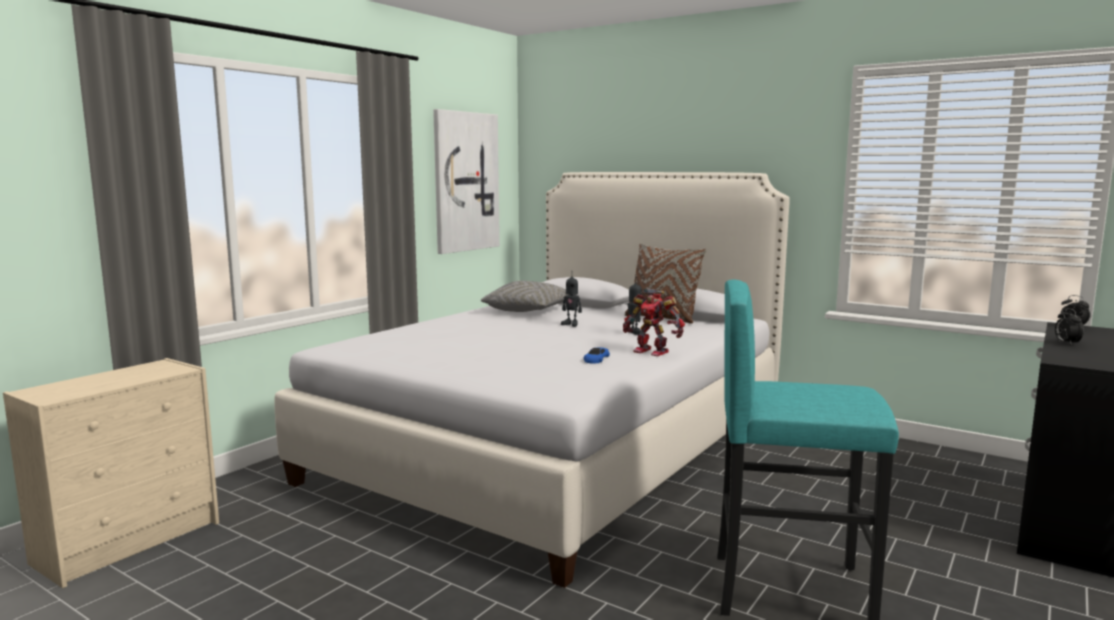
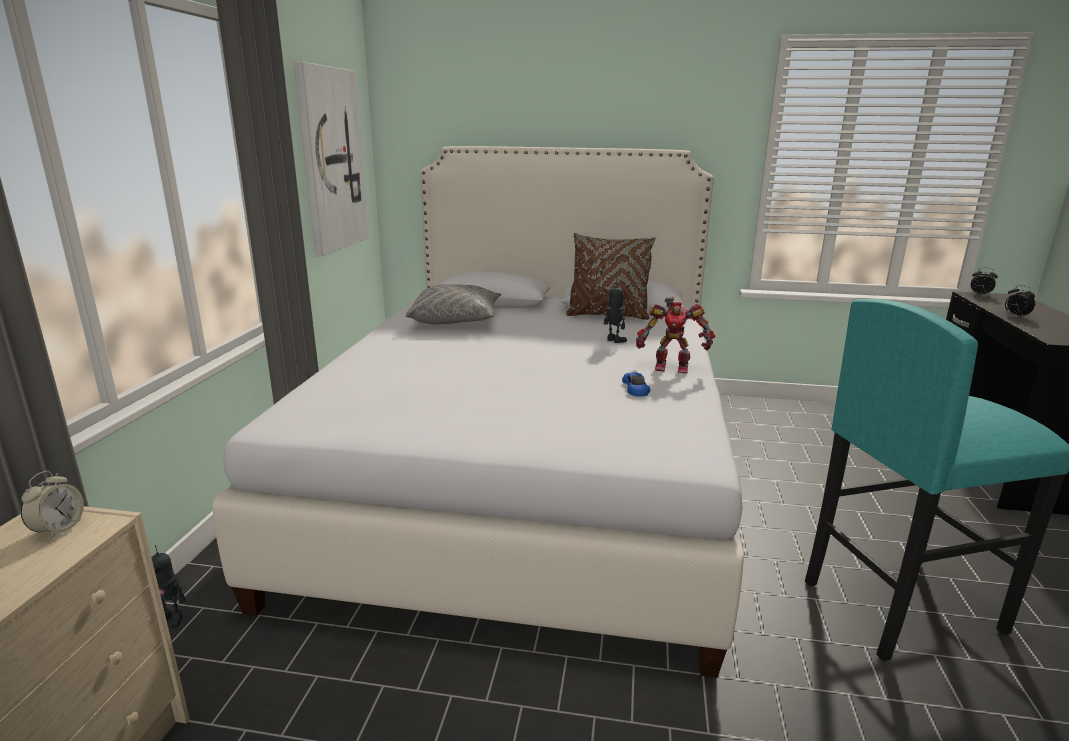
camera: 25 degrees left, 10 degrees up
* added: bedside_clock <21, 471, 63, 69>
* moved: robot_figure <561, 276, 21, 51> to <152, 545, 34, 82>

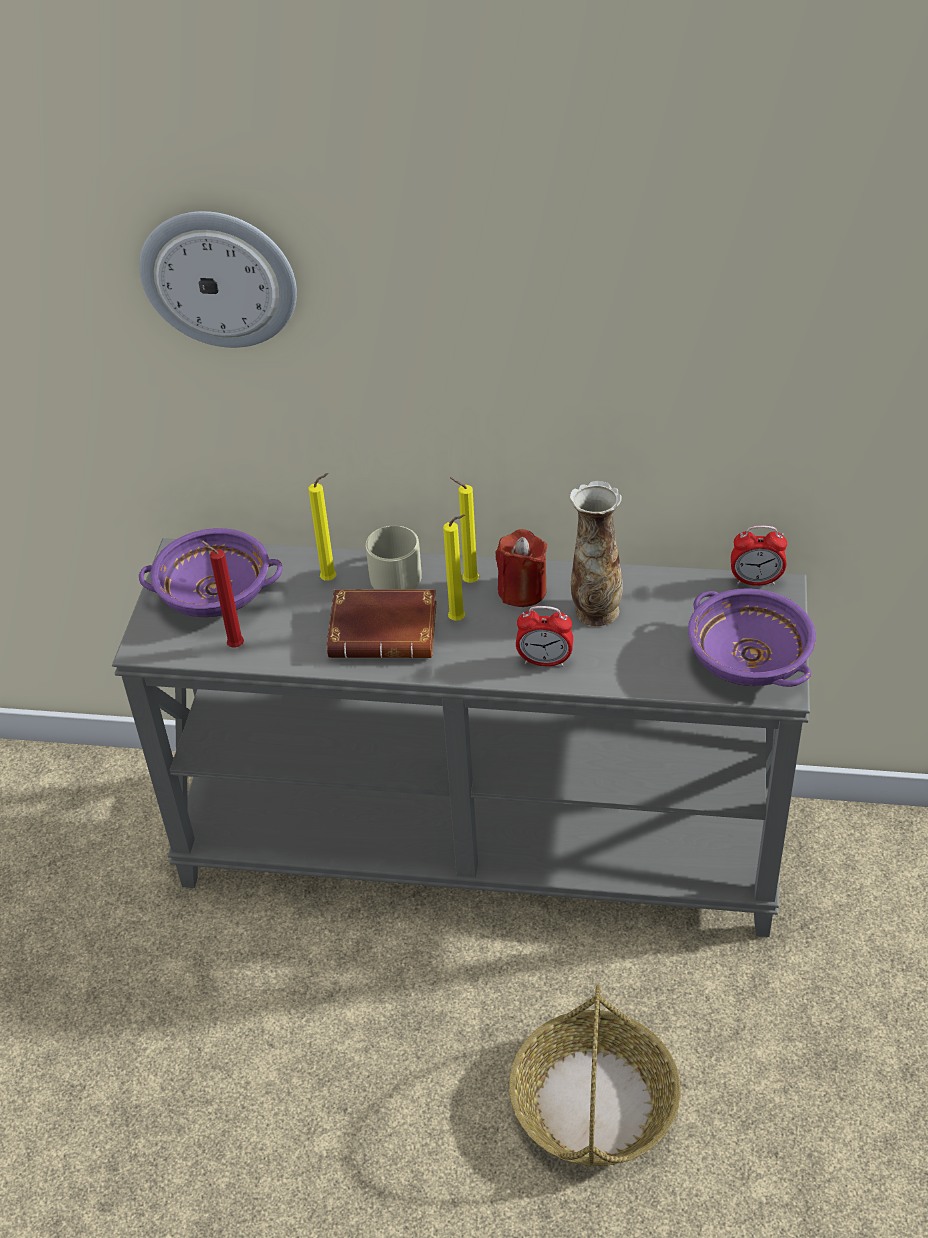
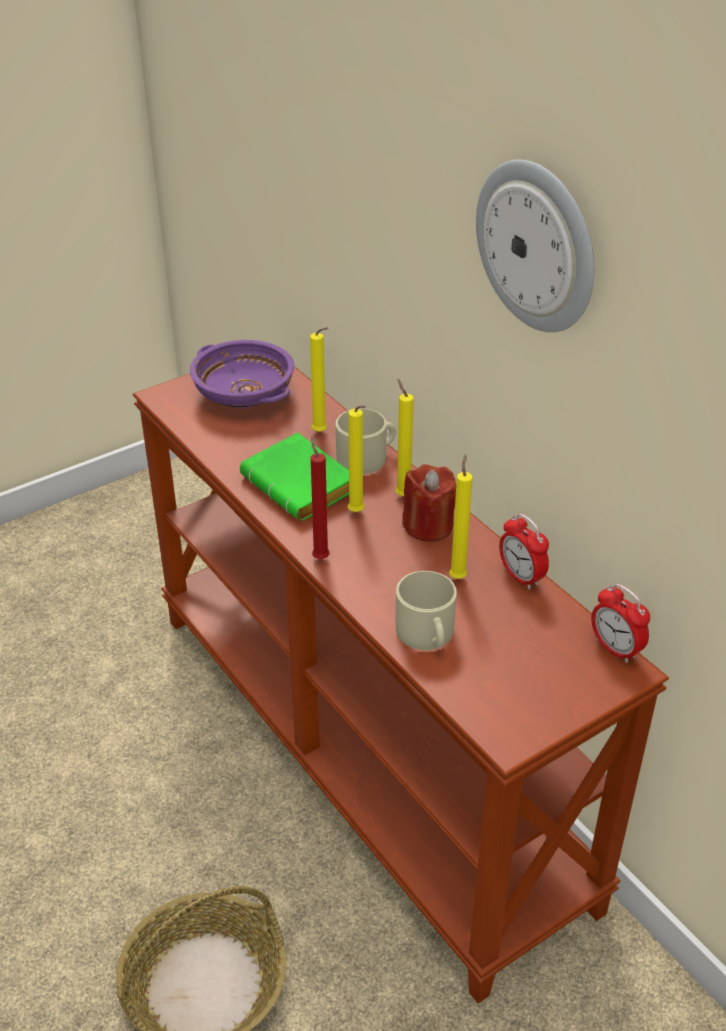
camera: 45 degrees right, 5 degrees down
* removed: purple-coloured_bowl <688, 588, 128, 99>
* added: beige-coloured_mug <395, 571, 62, 79>
* moved: clock_on_the_wall <139, 211, 158, 137> to <476, 159, 118, 173>
* moved: reddish_candle <200, 540, 44, 108> to <311, 437, 19, 122>
* moved: bedside_clock <516, 606, 57, 61> to <499, 513, 50, 77>
* replaced: decorative_vase <570, 481, 53, 145> to yellow-coloured_candle <449, 454, 24, 125>
* recoloured: greyish_hall_table <112, 538, 698, 399> to brown-coloured_hall_table <133, 366, 536, 637>
* recoloured: brown-coloured_book <327, 589, 110, 70> to greenish_book <240, 432, 109, 89>

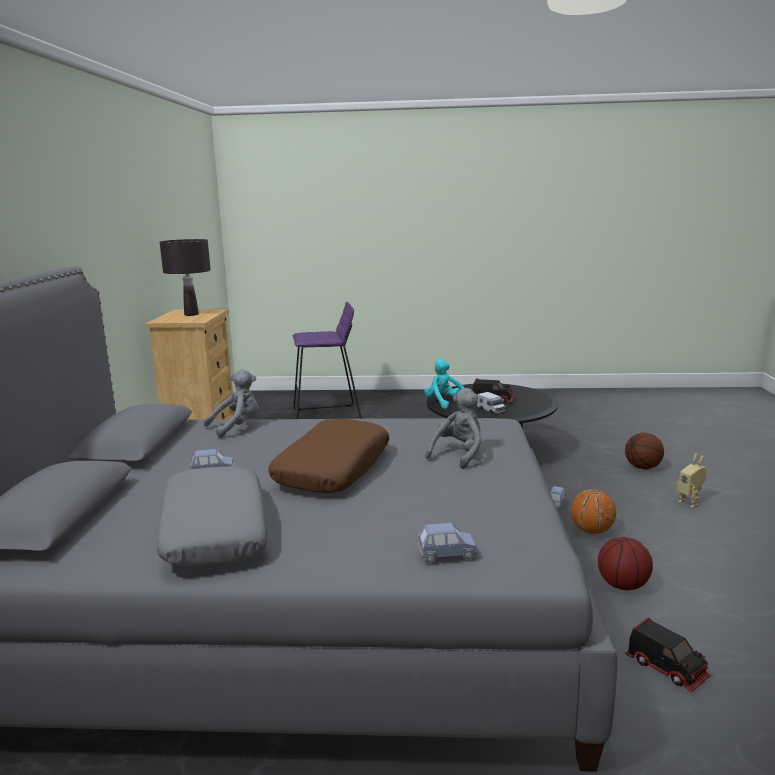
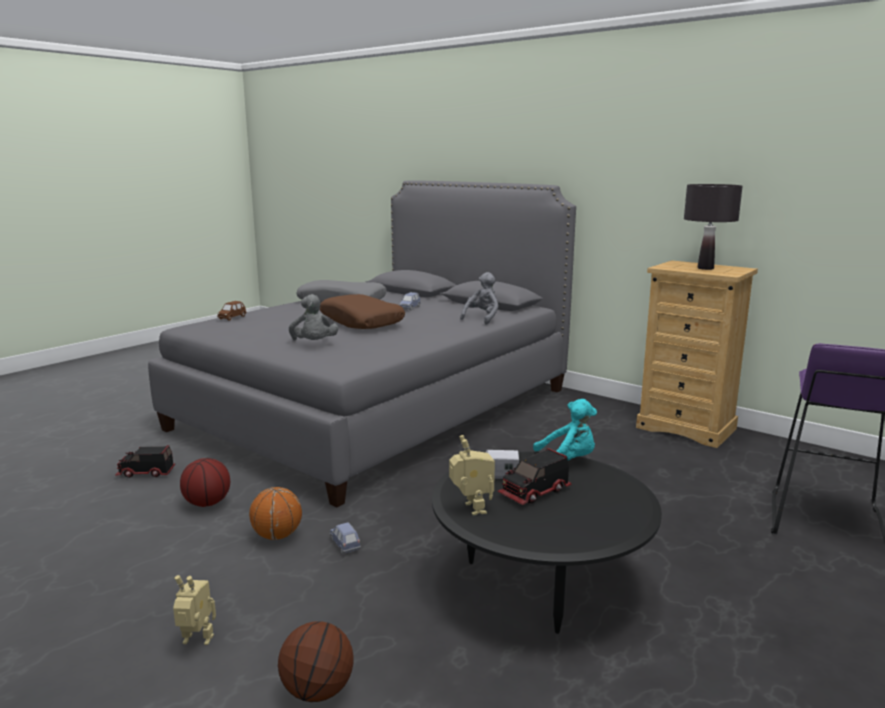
camera: 125 degrees right, 0 degrees up
* added: robot_figure <449, 435, 46, 81>
* recoloured: blue_model_car <417, 523, 61, 40> to brown-coloured_model_car <217, 301, 30, 20>
* turned: greyish_plush_toy <204, 369, 55, 69> = <460, 272, 39, 53> 150 degrees counterclockwise

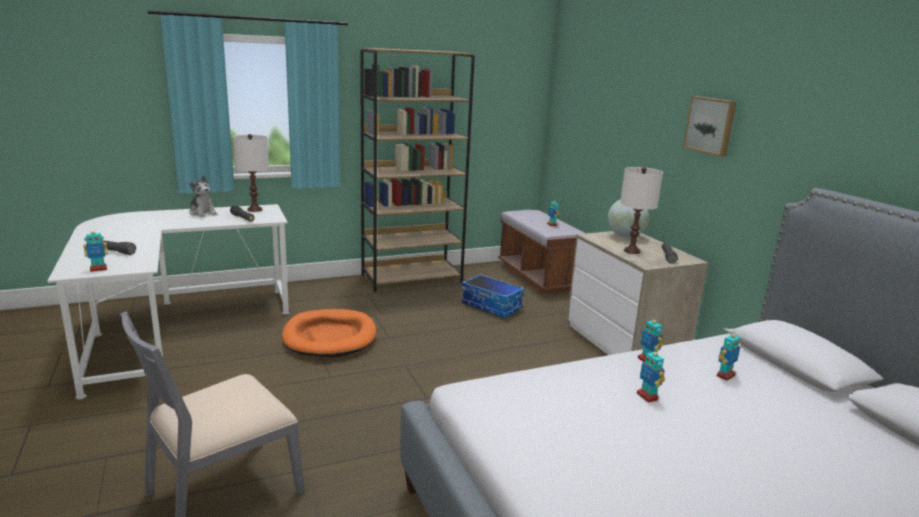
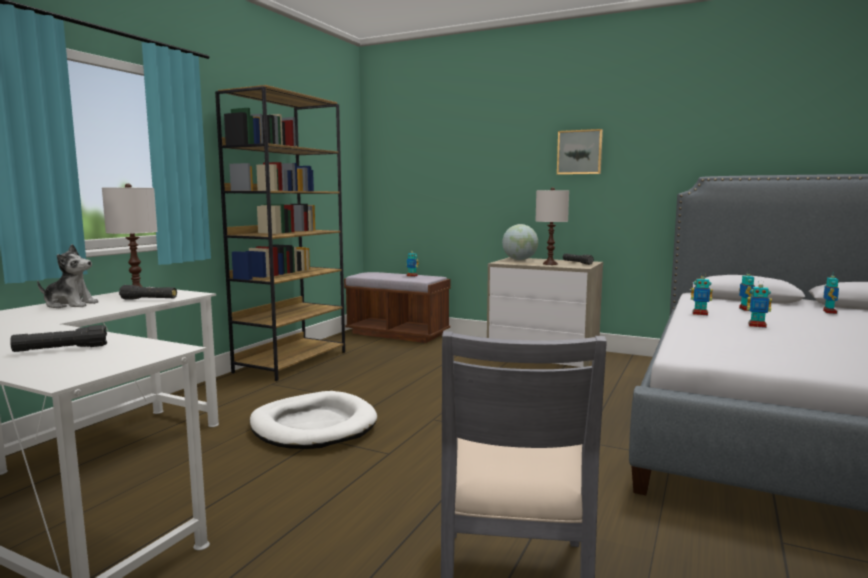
camera: 40 degrees left, 10 degrees down
* removed: storage_container <462, 274, 62, 44>
* moved: robot_figure <83, 227, 25, 45> to <823, 275, 16, 39>
* recoloured: orange_dog_cushion <282, 309, 94, 48> to whitish_dog_cushion <249, 391, 128, 58>

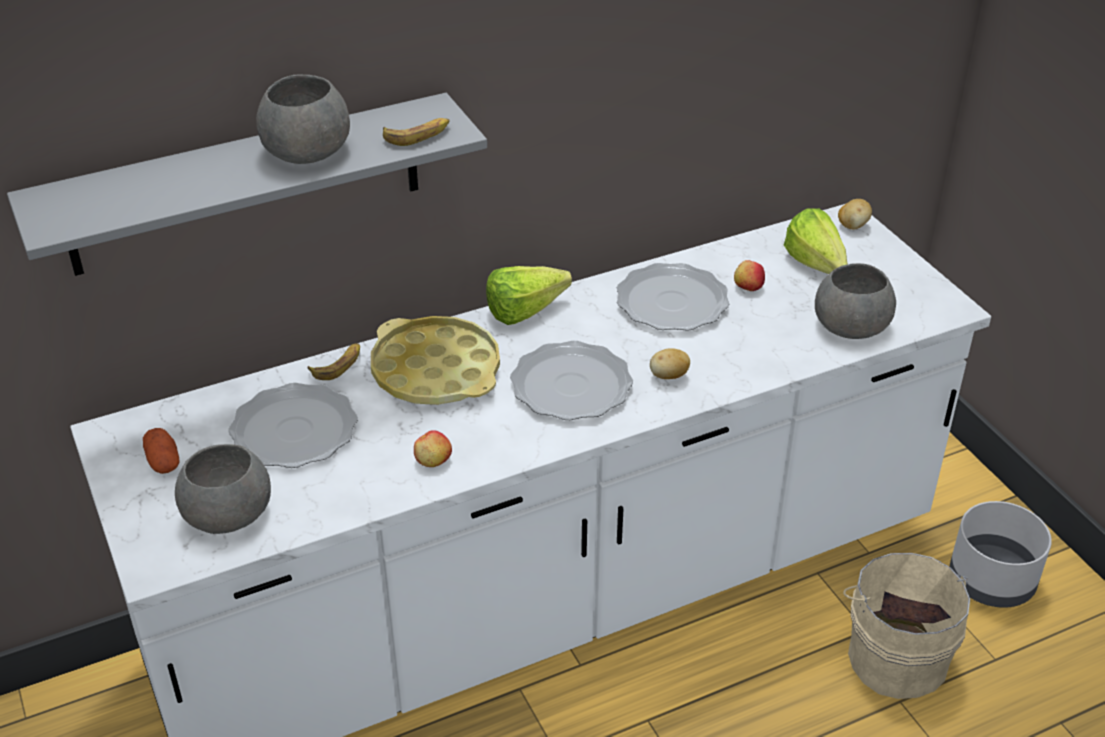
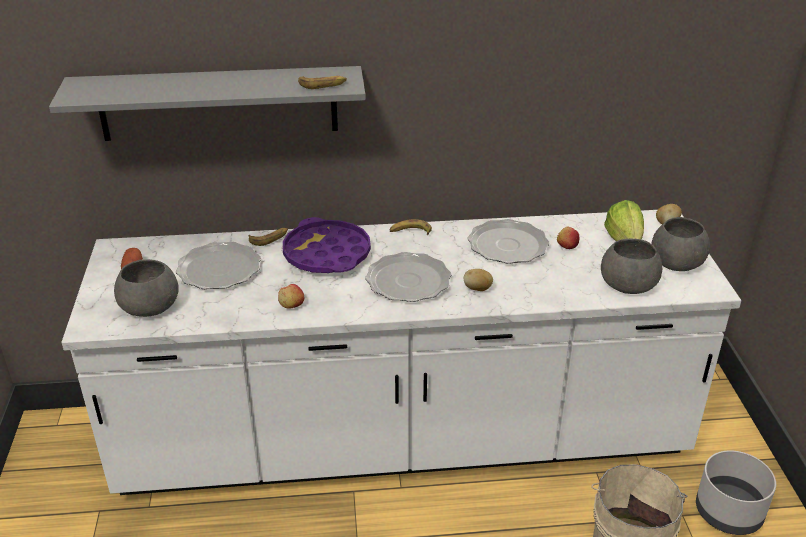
camera: 20 degrees right, 5 degrees down
* moved: greyish_bowl <256, 74, 94, 90> to <651, 217, 59, 54>
* replaced: lettuce_head <486, 266, 86, 59> to whole_banana <389, 219, 43, 16>
* recoloured: yellow-coloured_tray <371, 316, 129, 89> to purple-coloured_tray <283, 217, 88, 56>

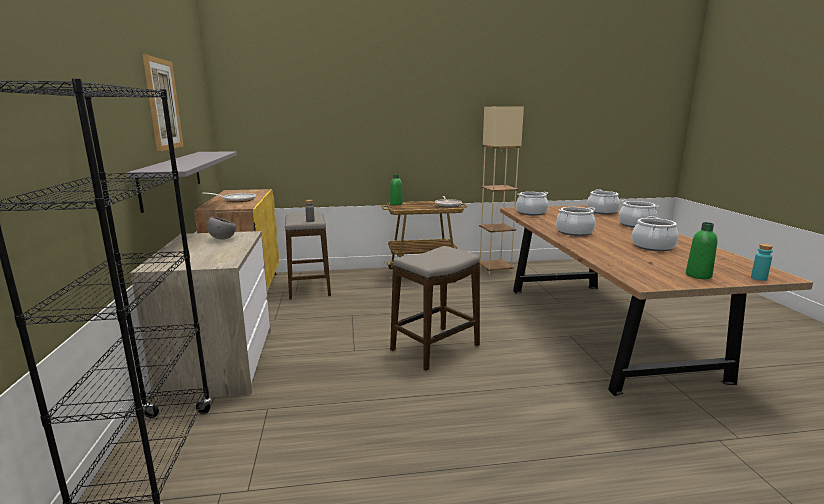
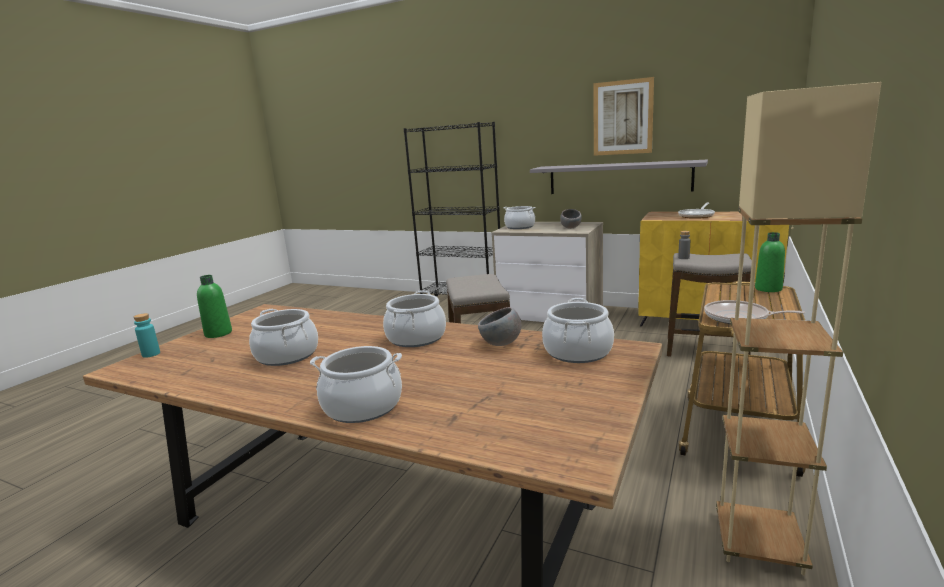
camera: 125 degrees right, 0 degrees up
* added: greyish_bowl <478, 307, 43, 39>
* moved: cooking_pot <587, 190, 33, 24> to <504, 206, 31, 23>

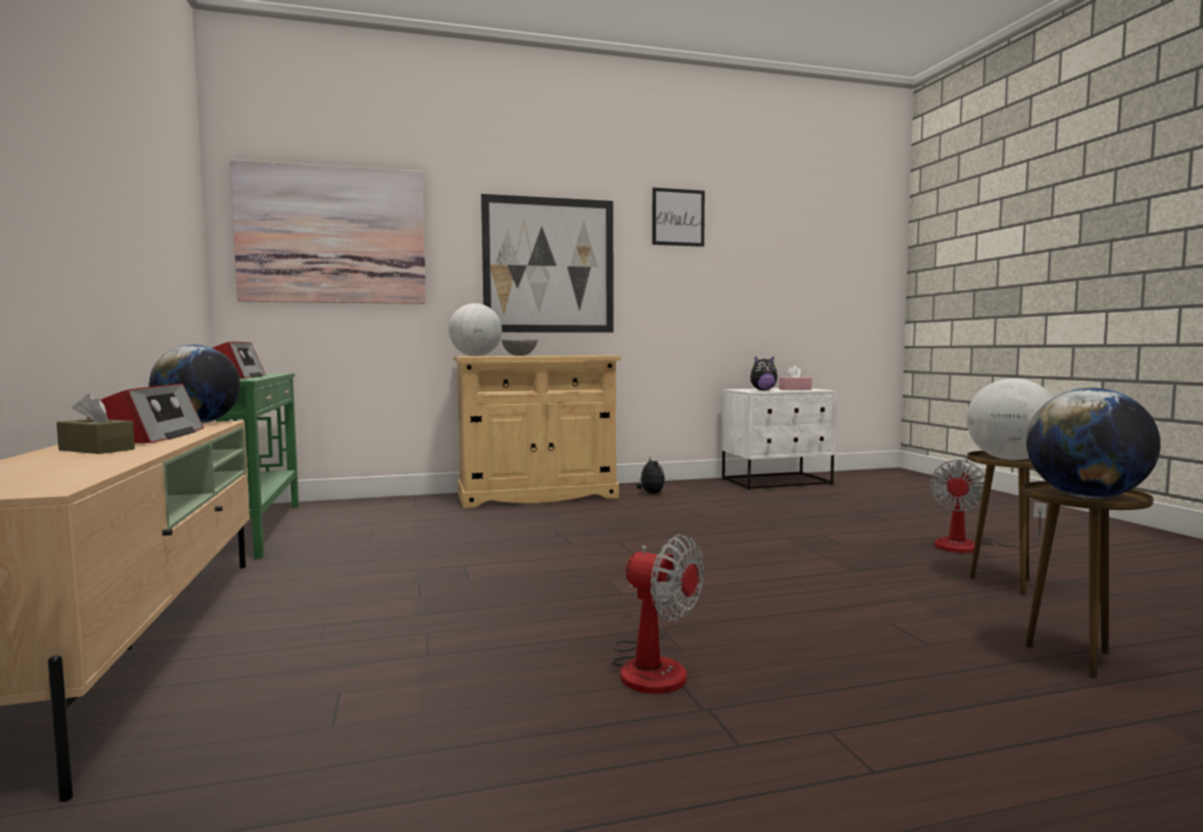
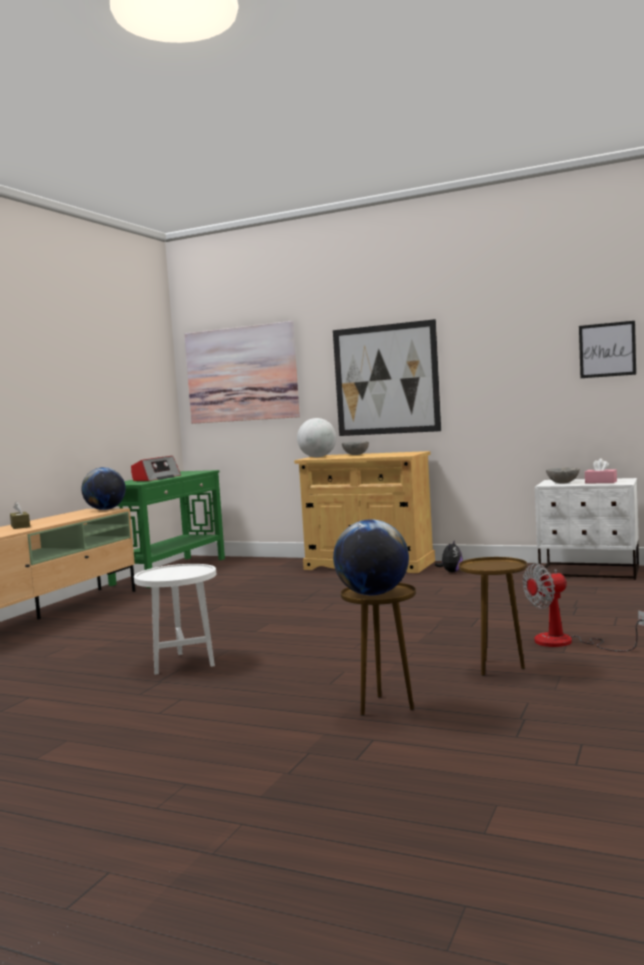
camera: 40 degrees right, 0 degrees up
* removed: radio_receiver <87, 384, 117, 59>
* removed: world_globe <966, 378, 88, 82>
* moved: picture <652, 188, 53, 59> to <579, 321, 57, 57>
* replaced: electric_fan <612, 535, 92, 159> to whitish_side_table <134, 564, 82, 111>
* replaced: plush_toy <750, 357, 27, 34> to greyish_bowl <546, 467, 34, 17>

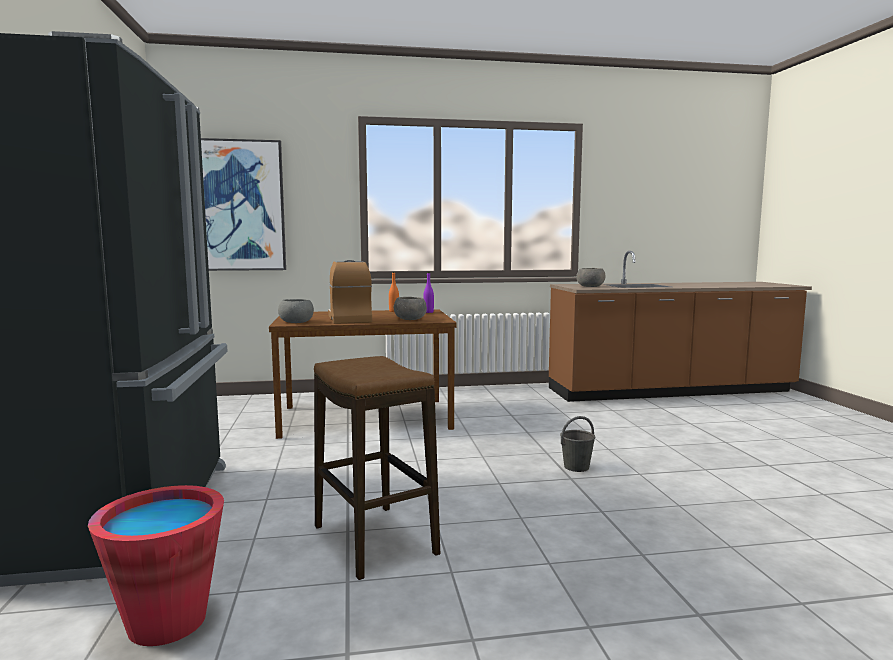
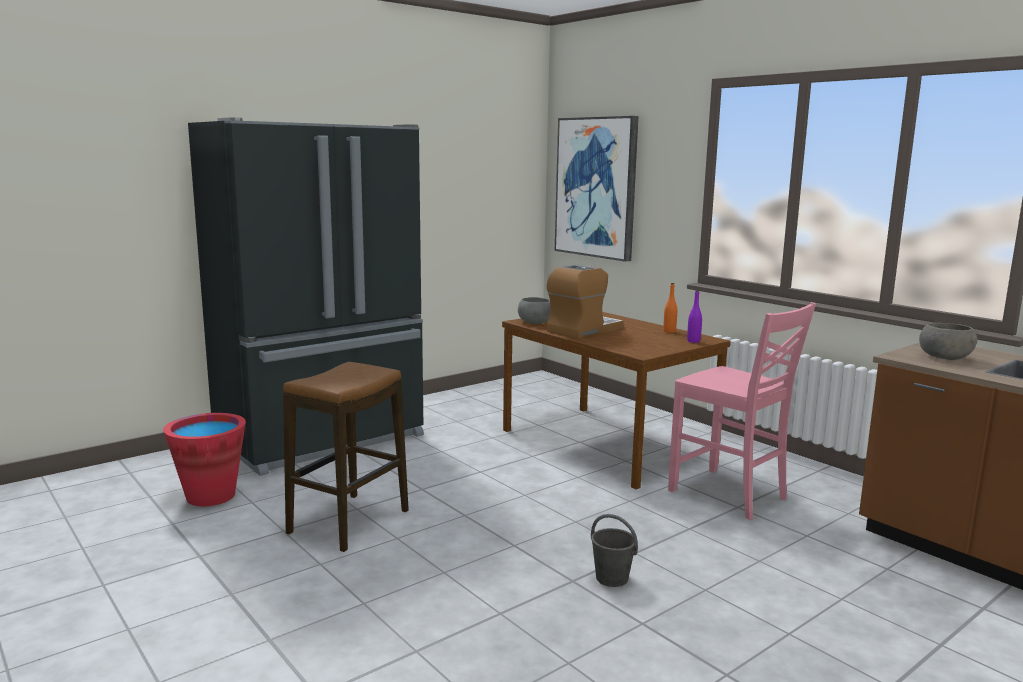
camera: 60 degrees right, 5 degrees up
* removed: greyish_bowl <394, 297, 33, 23>
* added: pink_upright_chair <668, 302, 148, 218>

